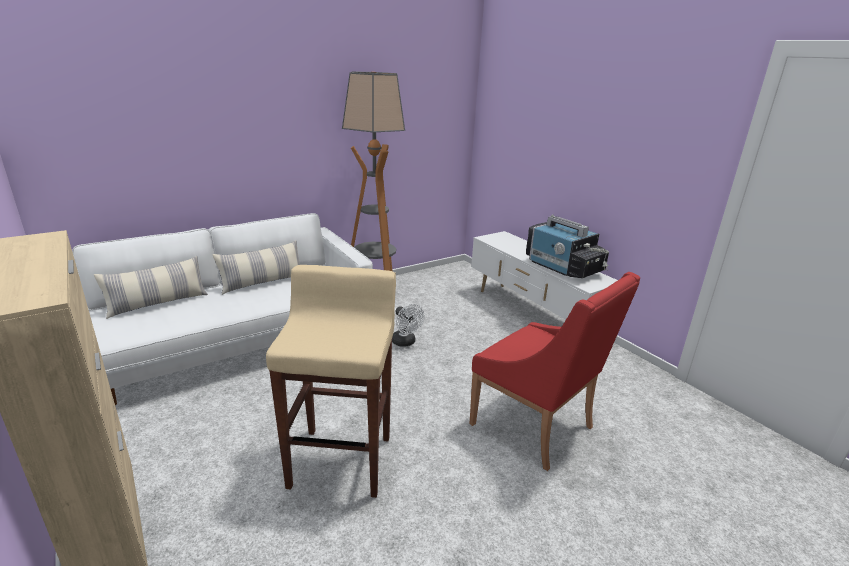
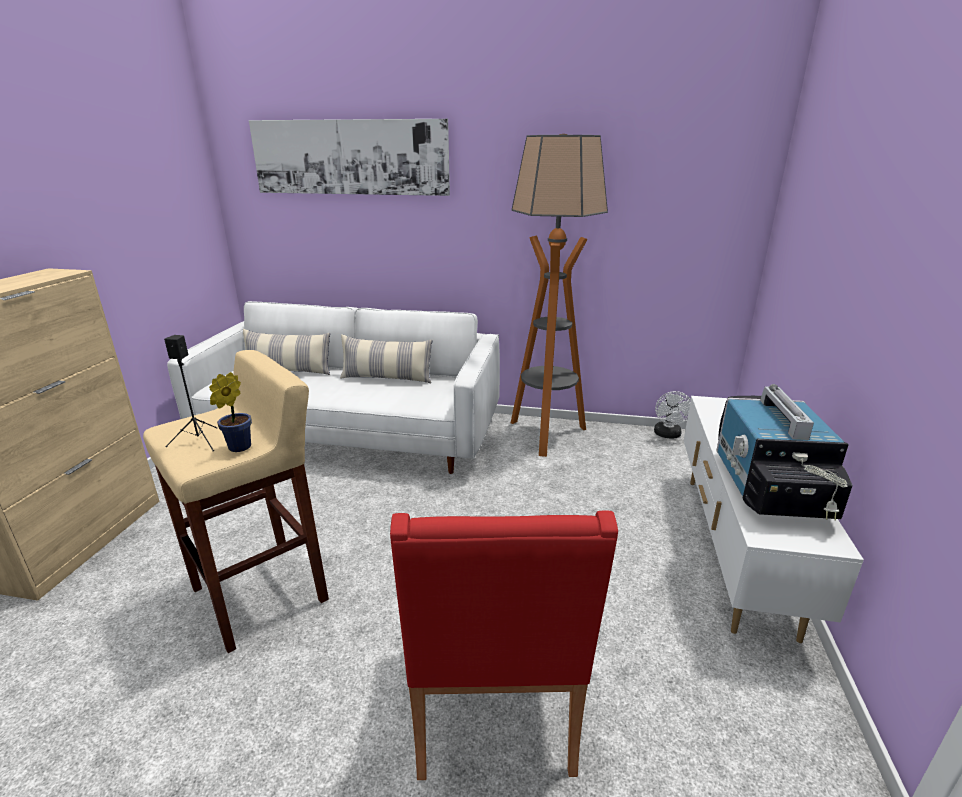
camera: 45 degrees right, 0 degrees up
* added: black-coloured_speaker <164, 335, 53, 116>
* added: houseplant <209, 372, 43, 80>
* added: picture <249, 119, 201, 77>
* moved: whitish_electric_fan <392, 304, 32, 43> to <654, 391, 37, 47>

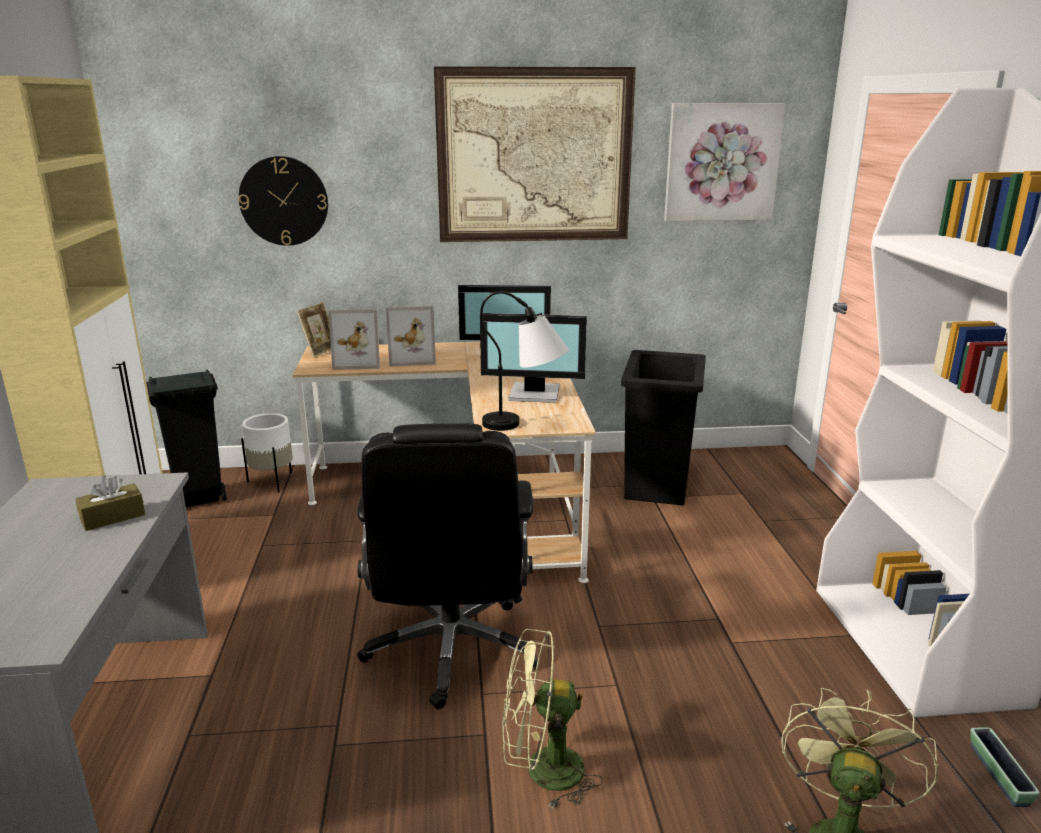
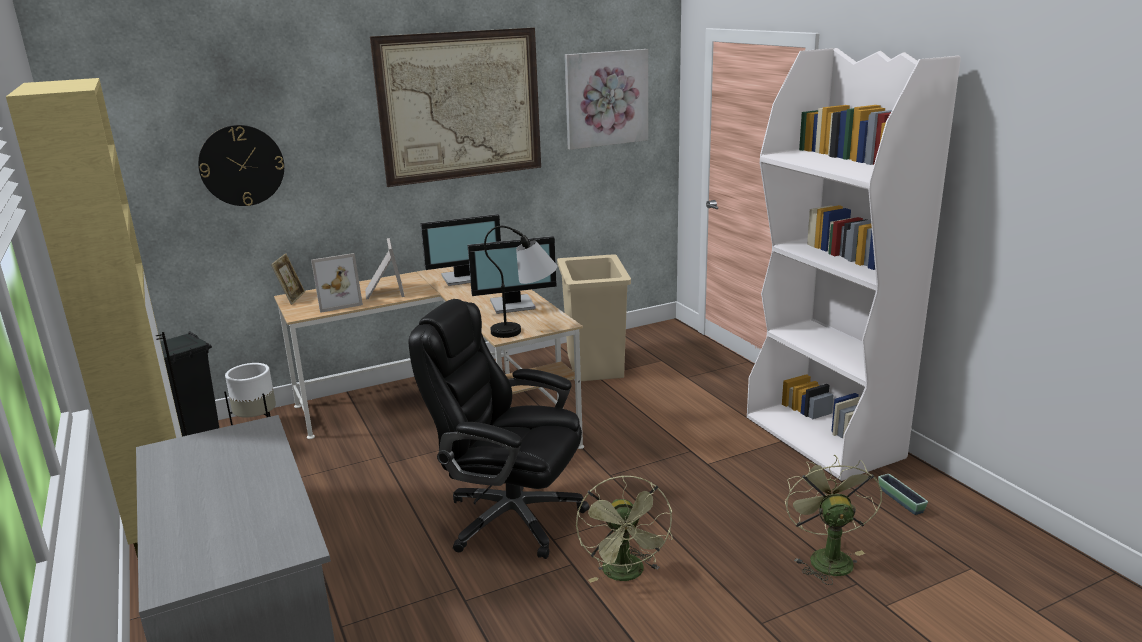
camera: 20 degrees left, 0 degrees up
* removed: brown-coloured_tissue_box <75, 475, 70, 56>
* recoloured: black-coloured_waste_bin <621, 350, 85, 156> to beige-coloured_waste_bin <557, 254, 74, 127>
* turned: black-coloured_computer_chair <357, 423, 181, 286> = <408, 299, 182, 260> 135 degrees clockwise
* turned: standing_frame <386, 306, 50, 61> = <365, 238, 40, 62> 75 degrees counterclockwise
* turned: greenish_electric_fan <502, 629, 101, 181> = <576, 475, 96, 108> 75 degrees counterclockwise

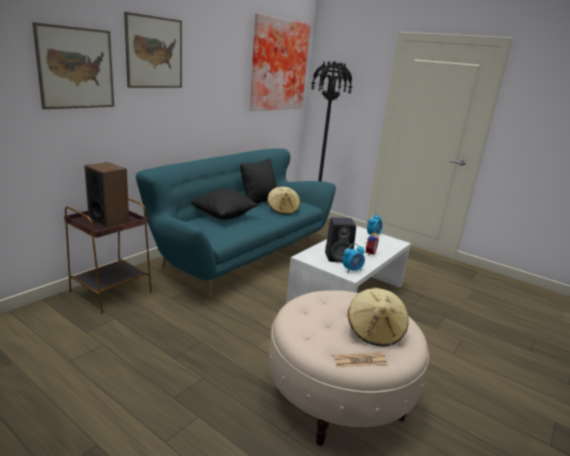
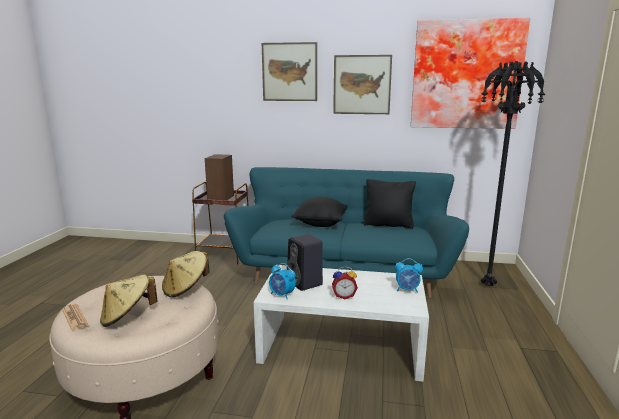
camera: 65 degrees right, 5 degrees down
* moved: picture <32, 22, 82, 87> to <333, 55, 59, 59>
* moved: beige-coloured_clothing_hat <267, 187, 33, 28> to <162, 251, 48, 46>

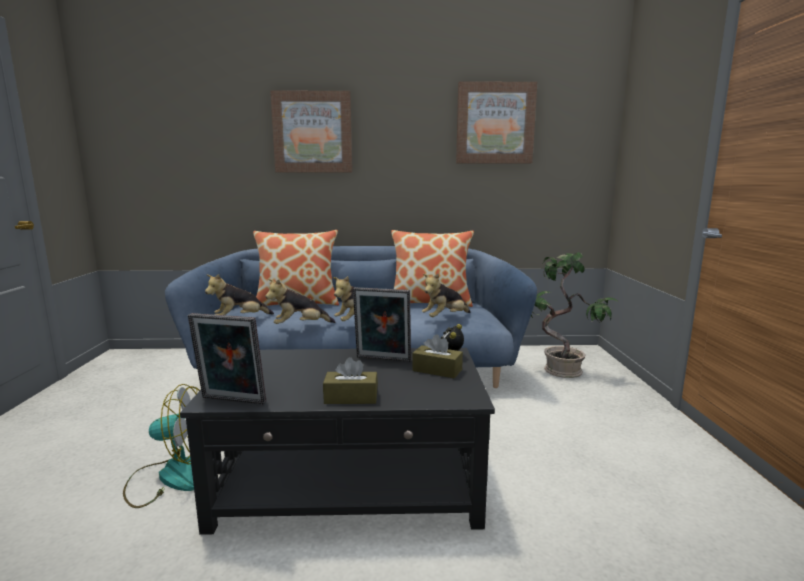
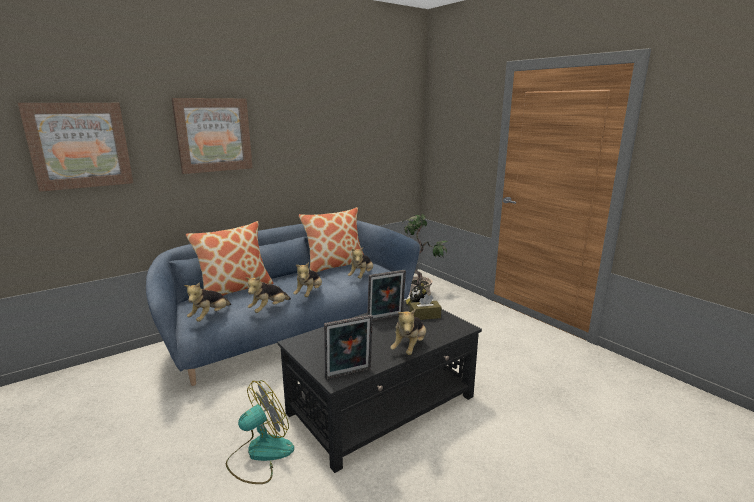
camera: 35 degrees left, 5 degrees up
* moved: picture <456, 81, 81, 82> to <18, 103, 115, 89>
* replaced: brown-coloured_tissue_box <323, 357, 55, 47> to plush_toy <390, 309, 36, 46>

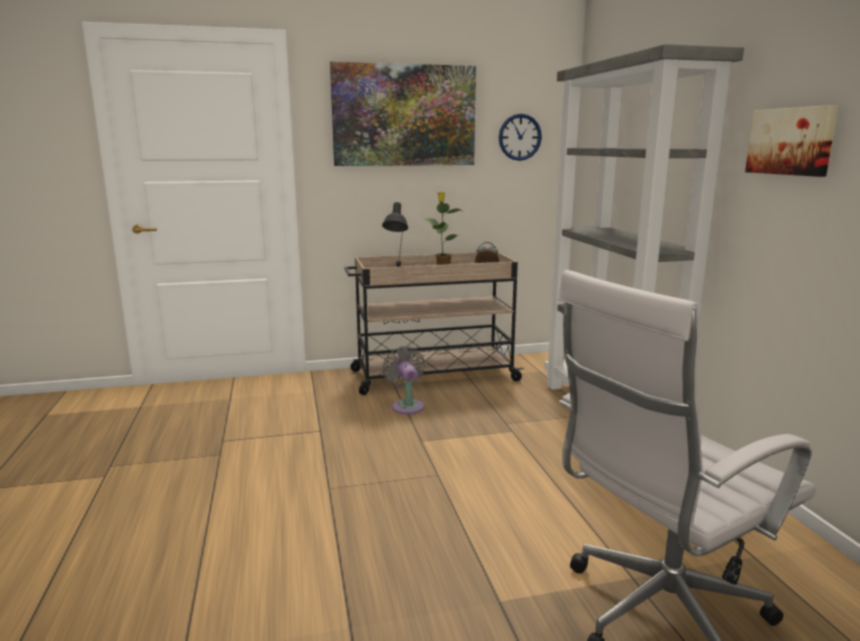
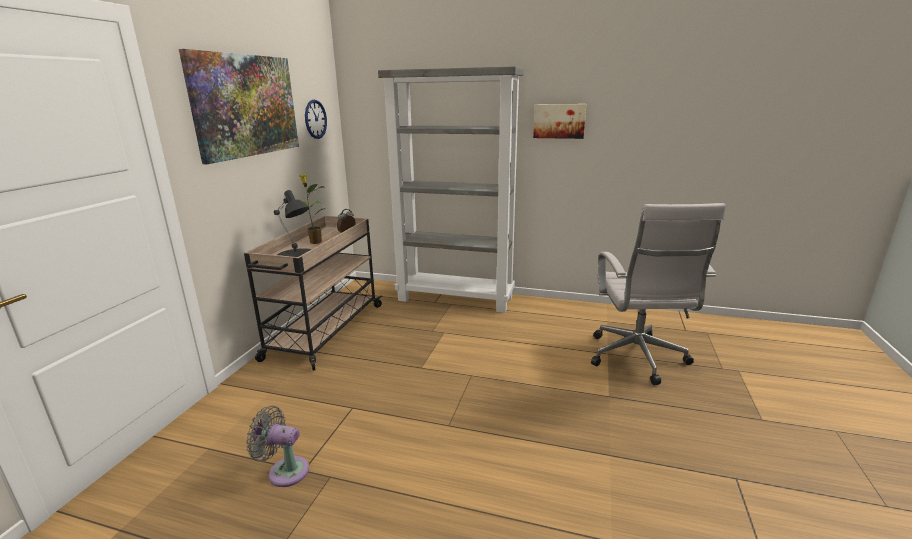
camera: 60 degrees left, 5 degrees up
* moved: greyish_electric_fan <383, 347, 42, 67> to <246, 406, 63, 81>

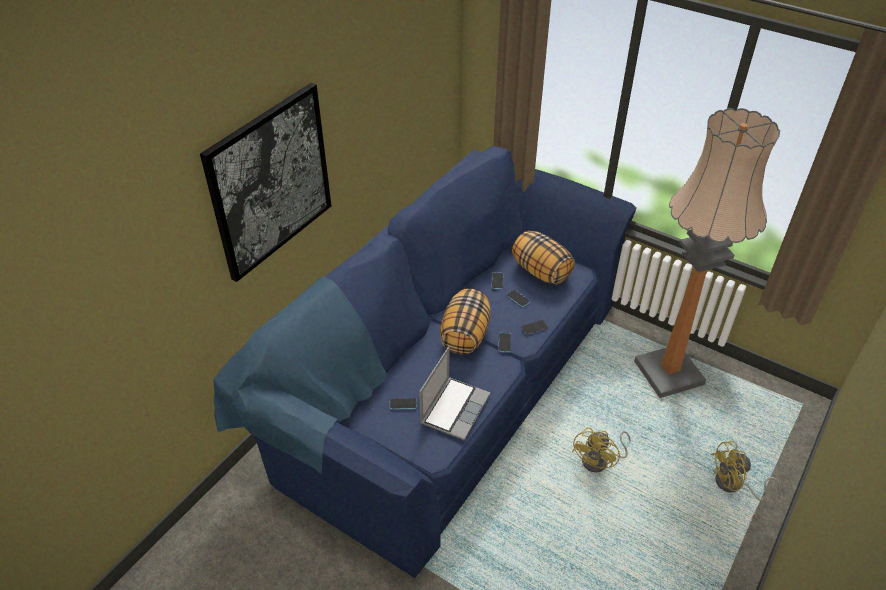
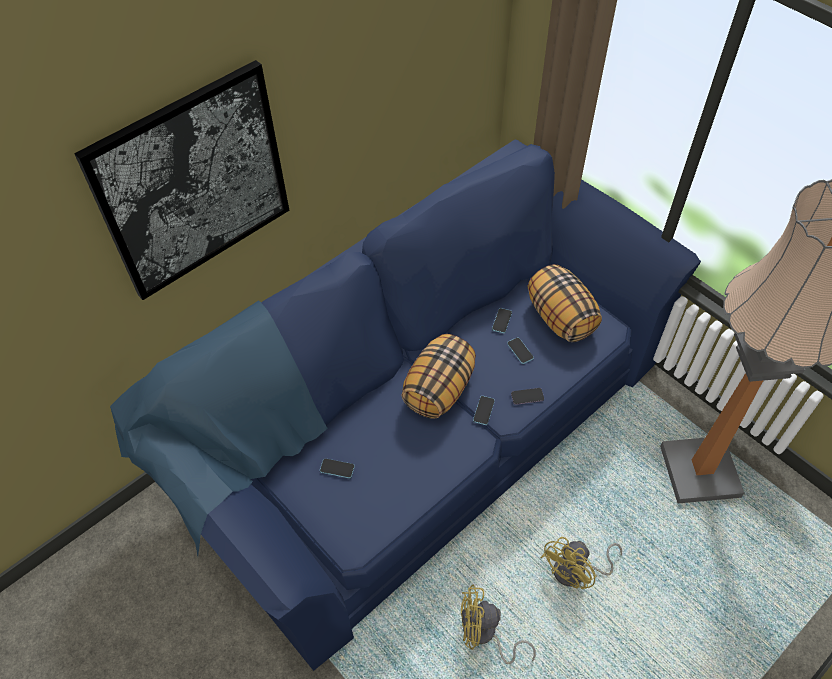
camera: 15 degrees right, 10 degrees up
* removed: laptop <419, 347, 71, 93>
* moved: yellow-coloured_electric_fan <711, 441, 70, 60> to <461, 584, 75, 80>

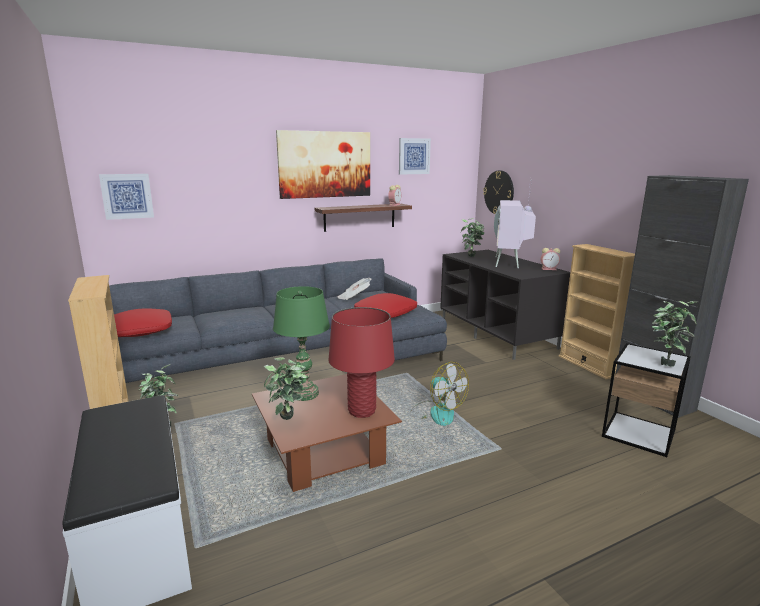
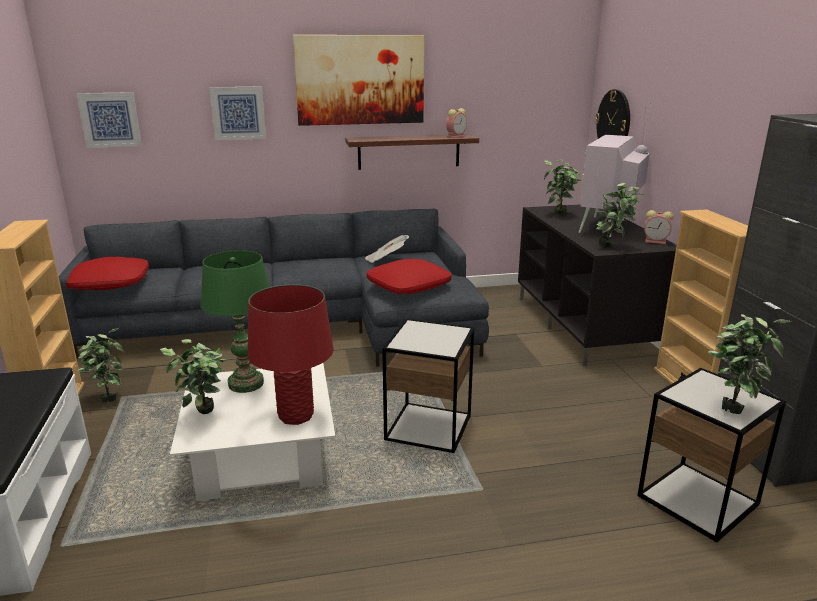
camera: 15 degrees right, 5 degrees up
* added: houseplant <596, 183, 47, 64>
* moved: picture <399, 138, 32, 36> to <209, 87, 57, 53>
* replaced: electric_fan <412, 362, 57, 64> to side_table <382, 319, 92, 134>
* recoloured: brown-coloured_lounge_table <252, 374, 150, 118> to whitish_lounge_table <170, 363, 165, 138>

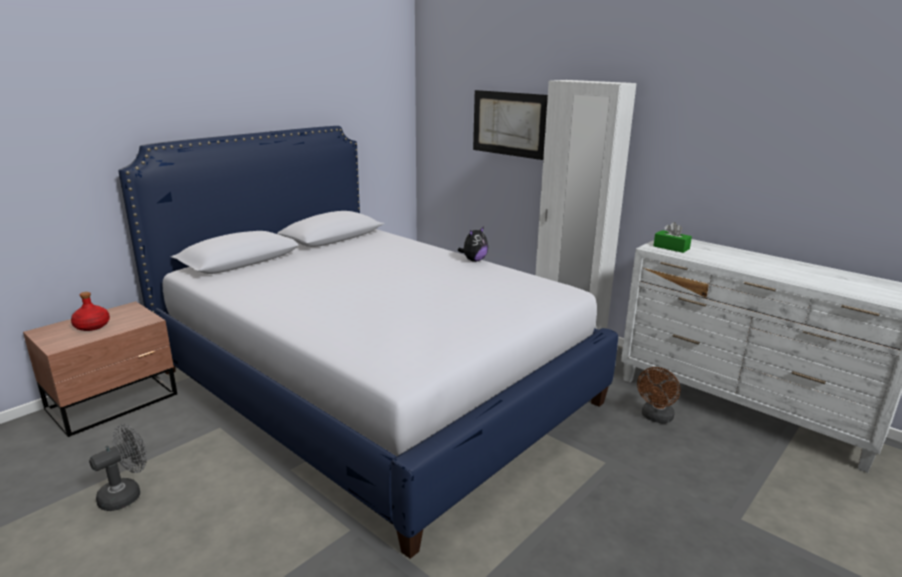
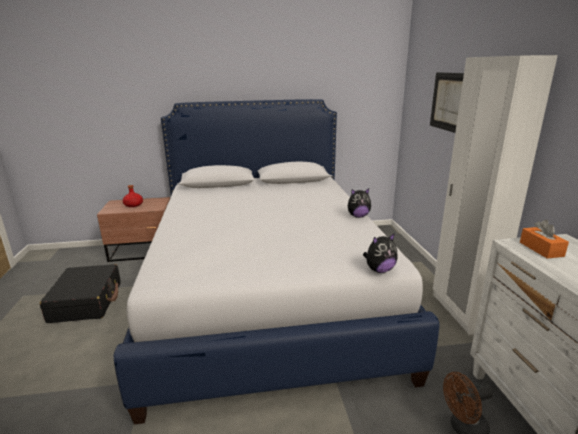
camera: 40 degrees right, 0 degrees up
* added: plush_toy <363, 233, 35, 40>
* replaced: greyish_electric_fan <89, 424, 58, 87> to black-coloured_piece_of_luggage <40, 264, 81, 59>
* recoloured: greenish_tissue_box <653, 222, 39, 31> to orange_tissue_box <520, 220, 49, 39>

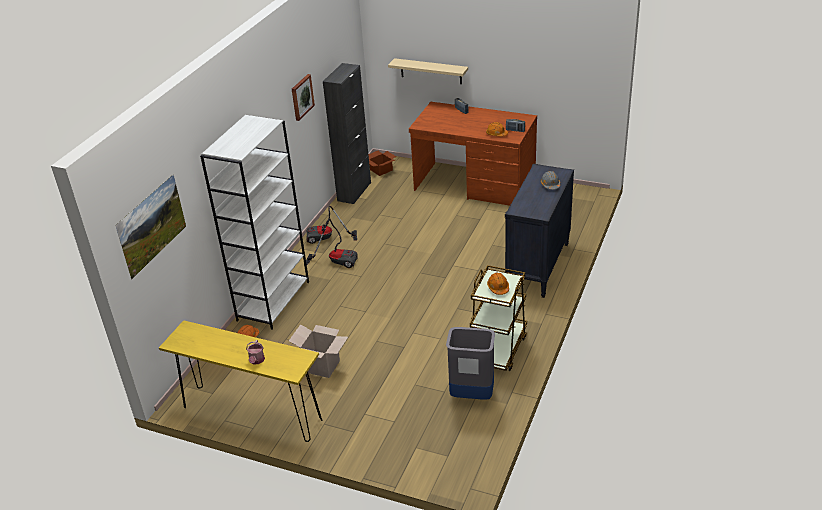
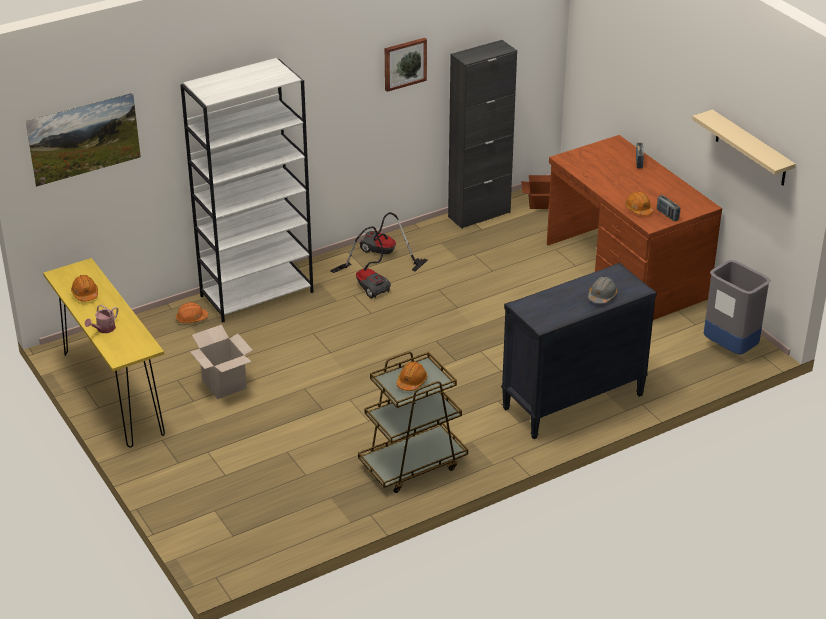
camera: 35 degrees right, 0 degrees up
* added: orange_hard_hat <71, 275, 27, 27>
* moved: beige-coloured_bracket_shelf <388, 58, 80, 26> to <692, 109, 104, 77>
* moved: greyish_waste_bin <446, 327, 49, 73> to <704, 260, 67, 95>

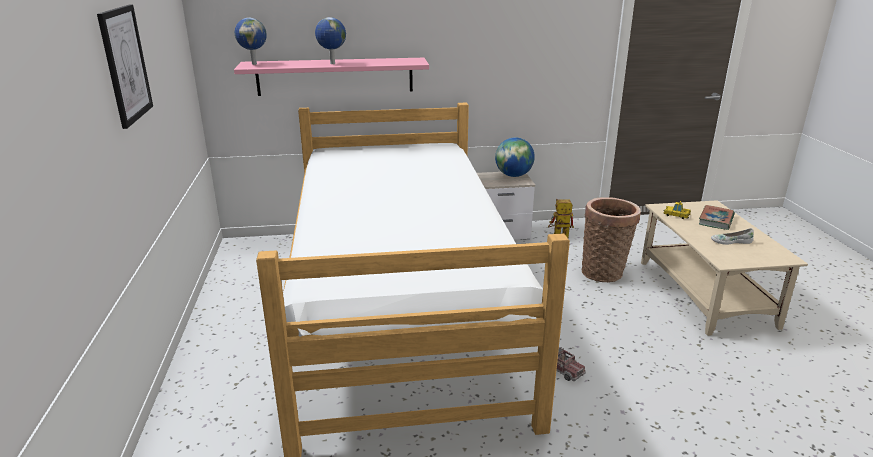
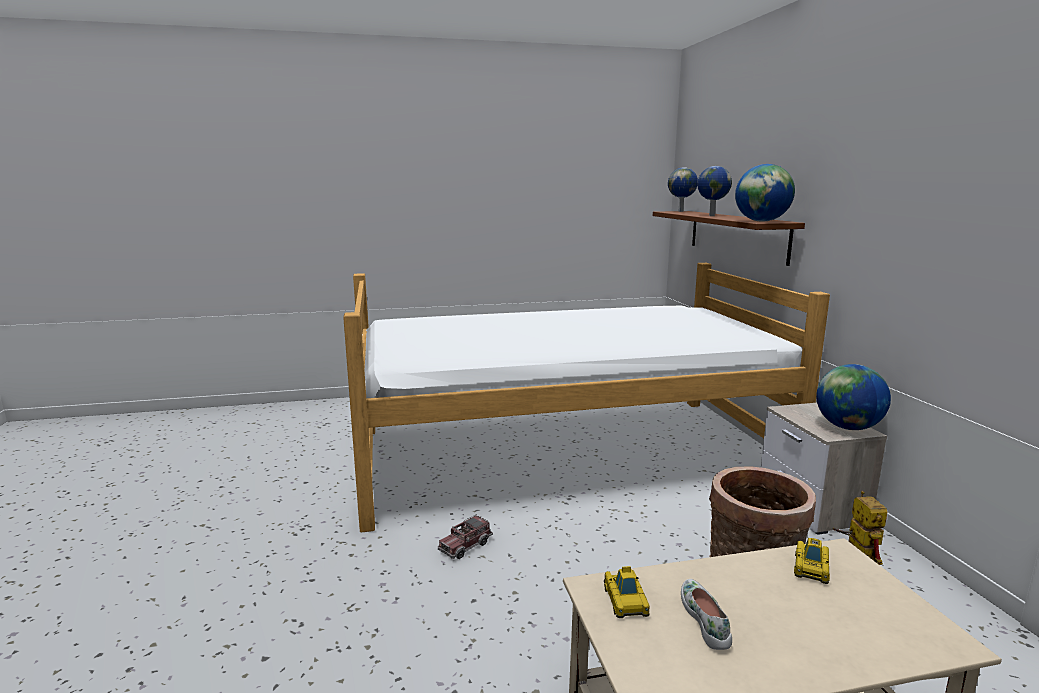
camera: 85 degrees right, 10 degrees down
* removed: picture <97, 5, 56, 124>
* removed: book <699, 205, 36, 25>
* added: model_car <604, 566, 46, 52>
* added: world_globe <735, 164, 60, 58>
* recoloured: pink_bracket_shelf <234, 58, 195, 38> to brown-coloured_bracket_shelf <653, 211, 152, 55>

